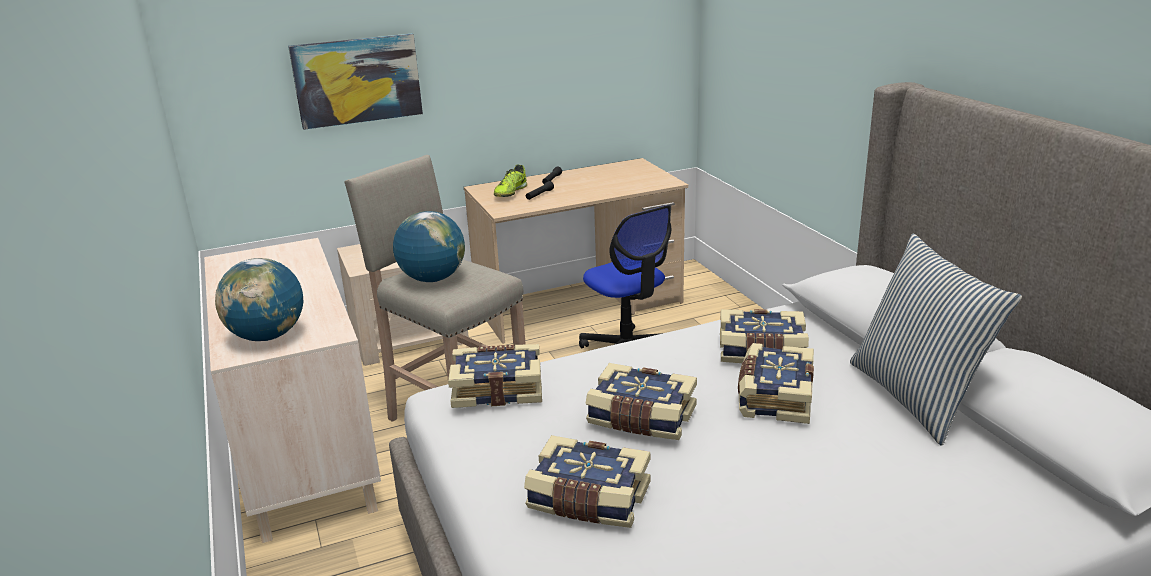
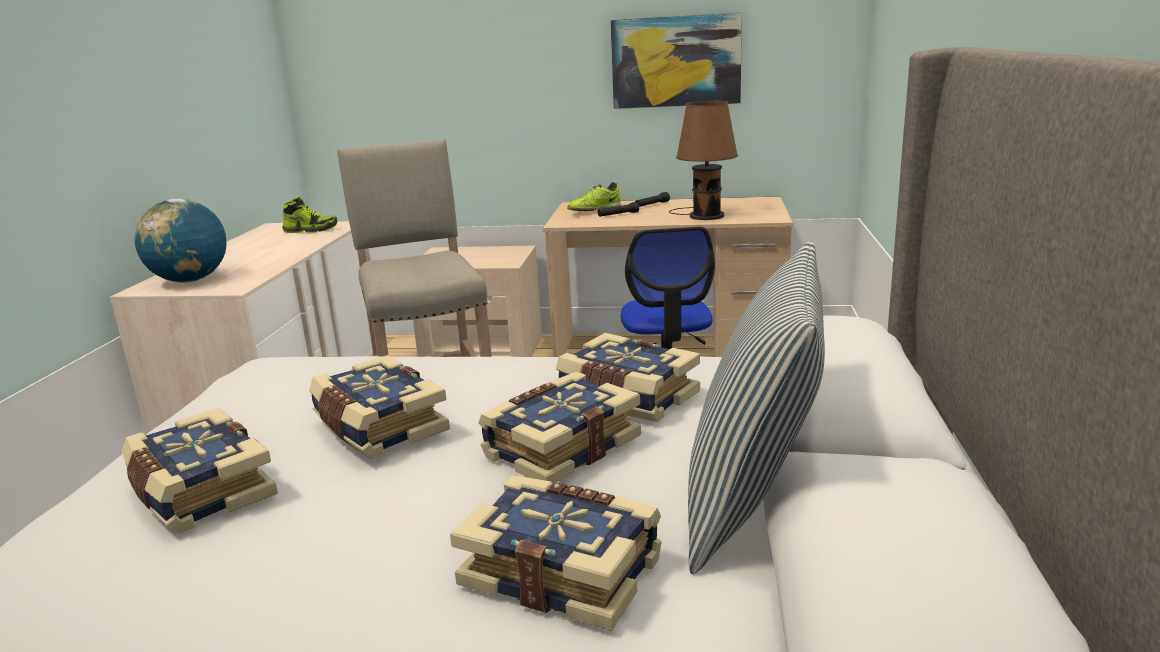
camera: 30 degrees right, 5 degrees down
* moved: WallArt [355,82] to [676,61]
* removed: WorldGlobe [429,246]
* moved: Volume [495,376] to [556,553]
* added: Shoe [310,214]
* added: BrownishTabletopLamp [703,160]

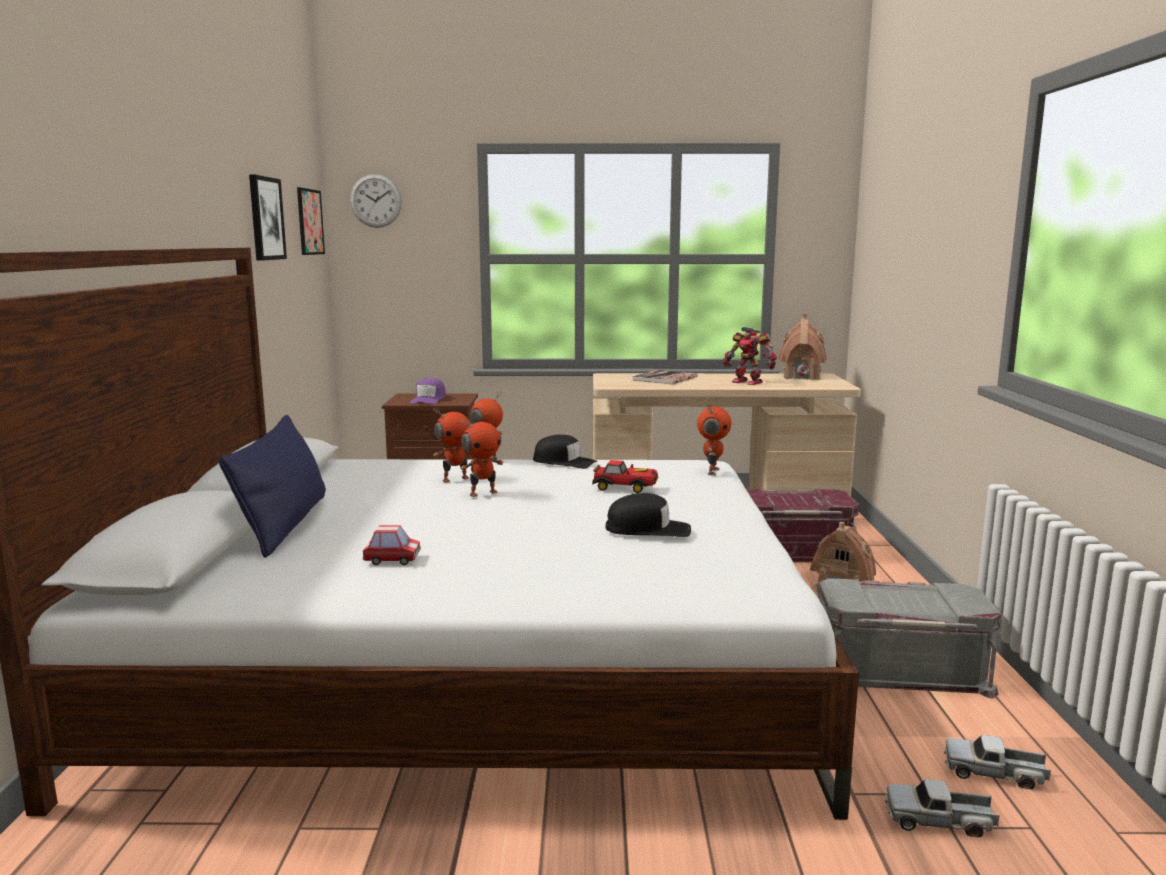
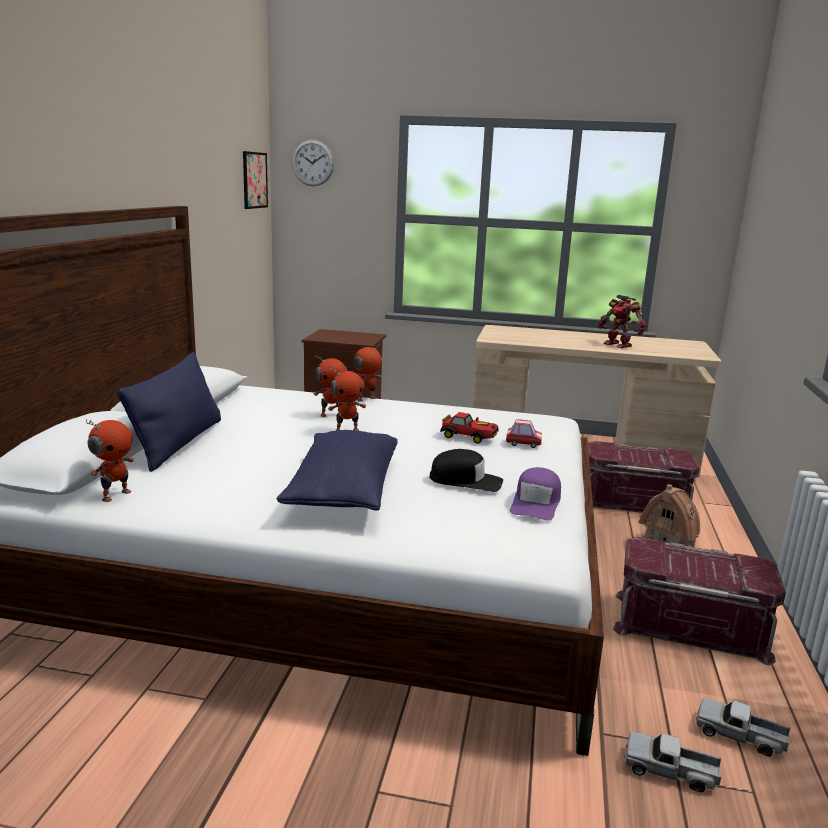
camera: 10 degrees right, 5 degrees up
* removed: WallArt [268,218]
* moved: ToyCar [392,545] to [524,433]
* moved: PurpleColouredCap [428,391] to [535,493]
* removed: BlackishCap [565,452]
* removed: Volume [665,377]
* moved: ToyRobot [714,439] to [110,461]
* removed: MiniatureHouse [803,346]
* recoloured: GrayStorageBin [910,638] to RedColouredStorageBin [699,601]
* added: BluishPillow [337,470]

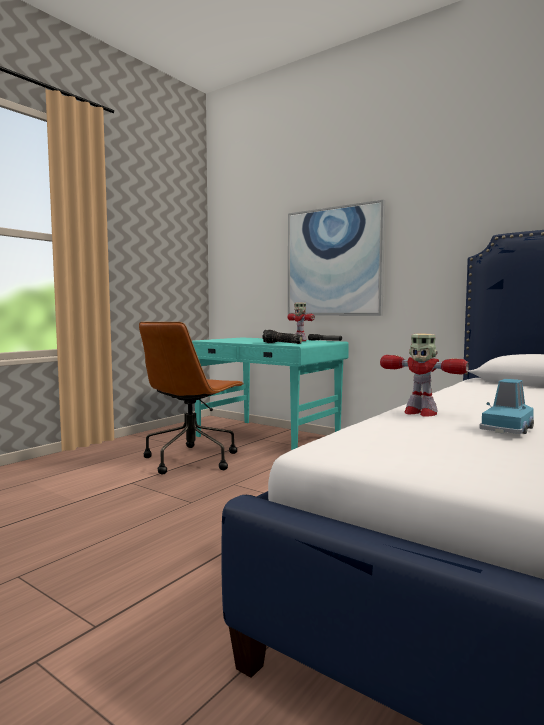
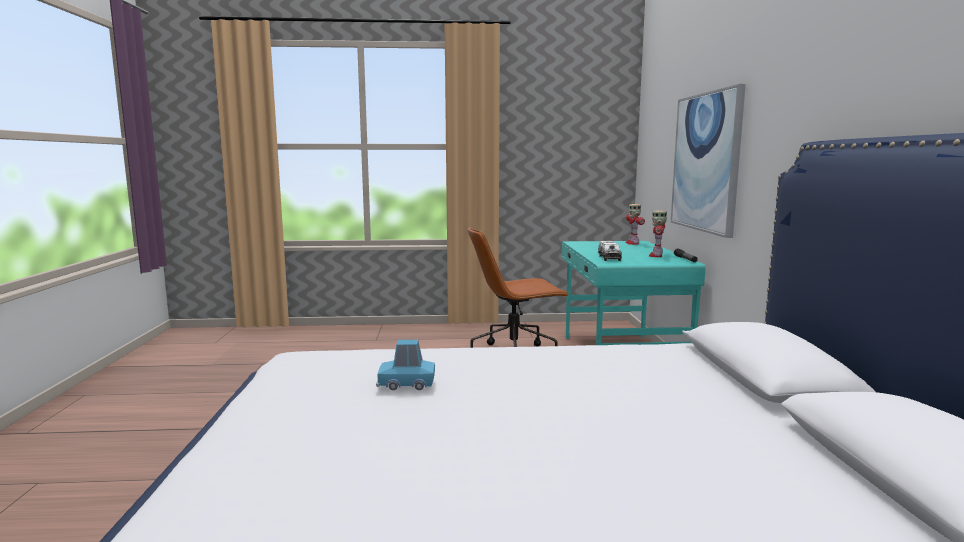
camera: 50 degrees right, 5 degrees up
* replaced: Flashlight [282,337] to ModelTruck [610,251]
* moved: ToyRobot [424,375] to [635,224]

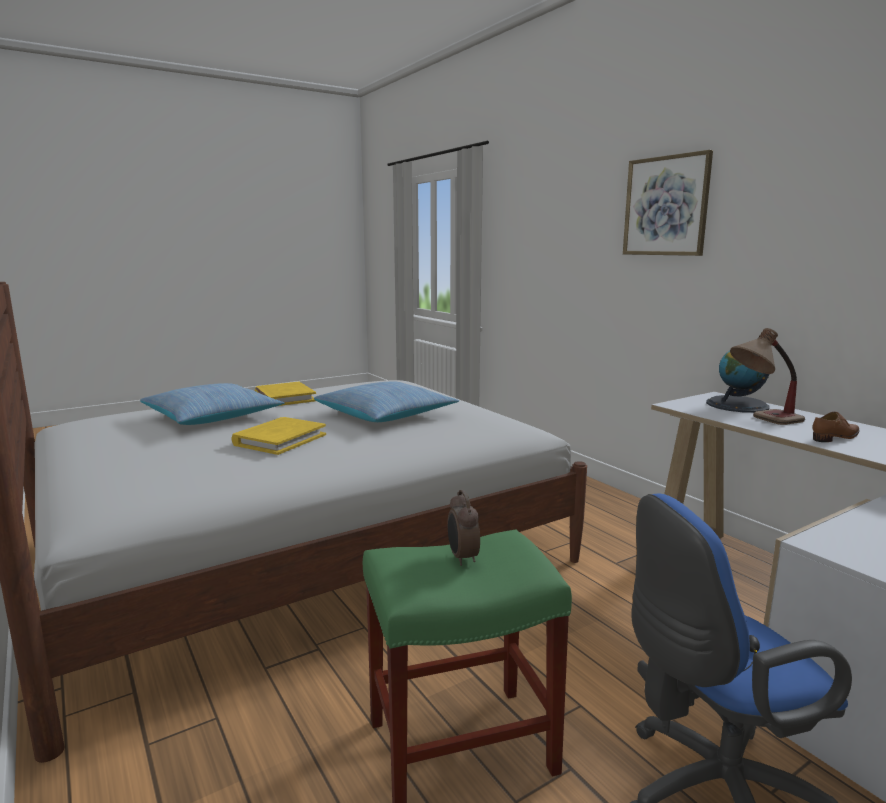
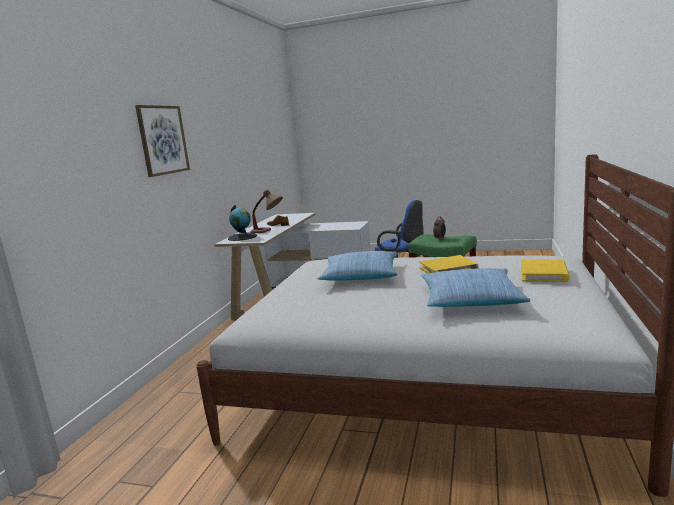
camera: 130 degrees left, 0 degrees up
* moved: YellowishVolume [285,394] to [545,270]

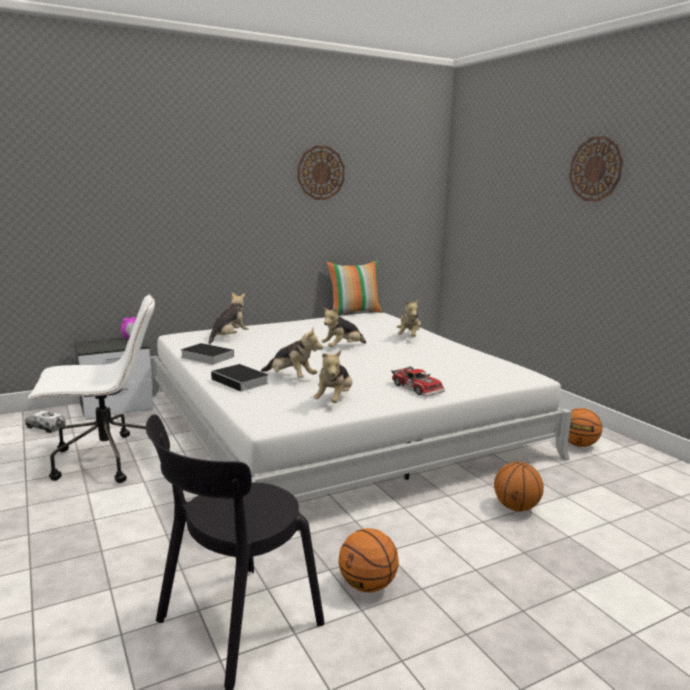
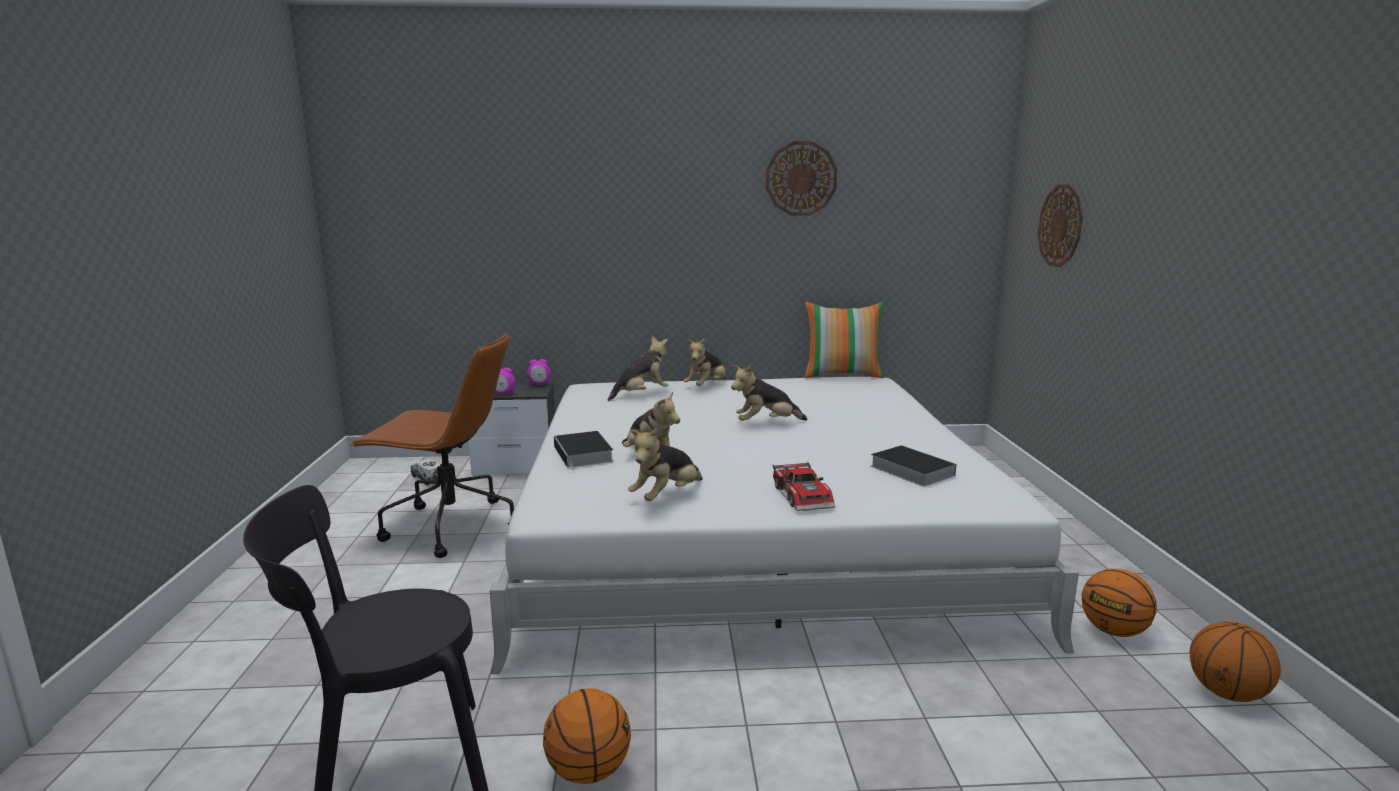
camera: 25 degrees right, 0 degrees up
* recoloured: WhiteColouredDeskChair [91,388] to BrownishDeskChair [432,445]
* moved: Volume [207,354] to [913,466]
* moved: CuddlyToy [409,318] to [705,362]
* moved: BasketballBall [519,487] to [1235,661]
* moved: ClockOnTheWall [596,169] to [1060,225]
* added: AlarmClock [505,381]

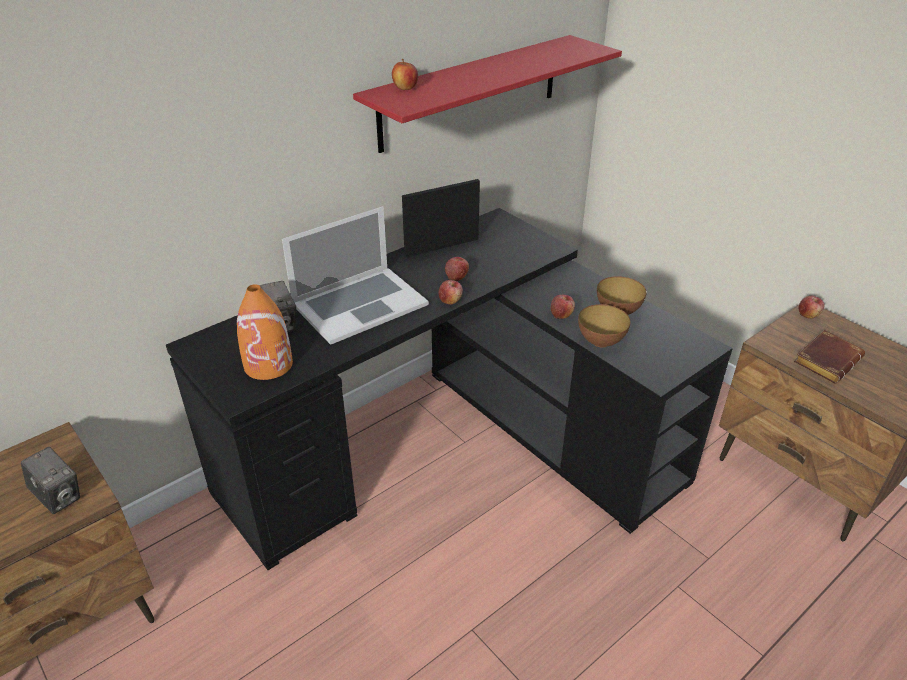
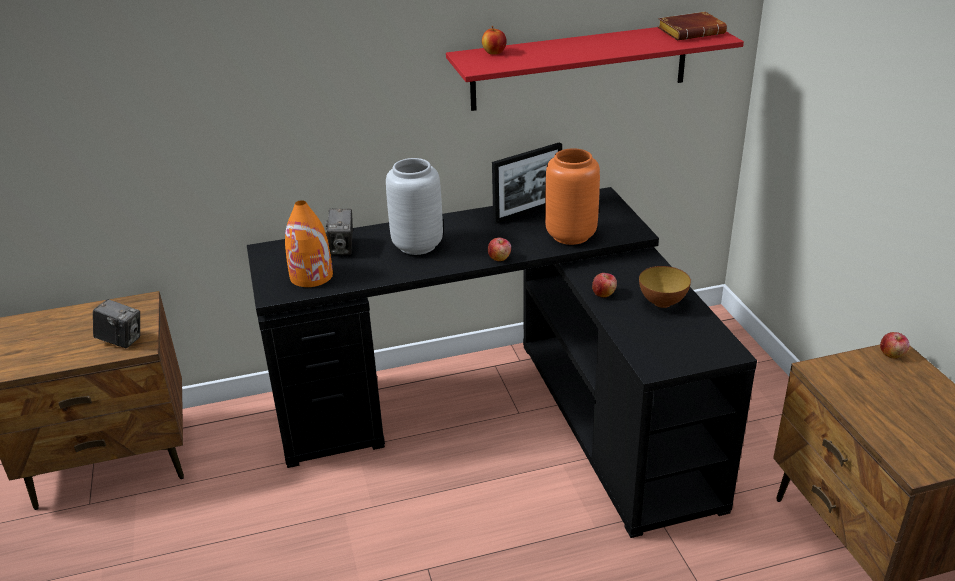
camera: 25 degrees right, 5 degrees down
* turned: PhotoCamera [50,480] = [116,323] 45 degrees counterclockwise
* replaced: Laptop [355,275] to GrayVase [414,206]
* turned: PhotoFrame [441,218] = [527,183] 150 degrees clockwise
* removed: WholeApple [457,269]
* removed: ServingBowl [604,326]
* moved: BrownishVolume [829,357] to [692,26]
* added: OrangeVase [572,196]

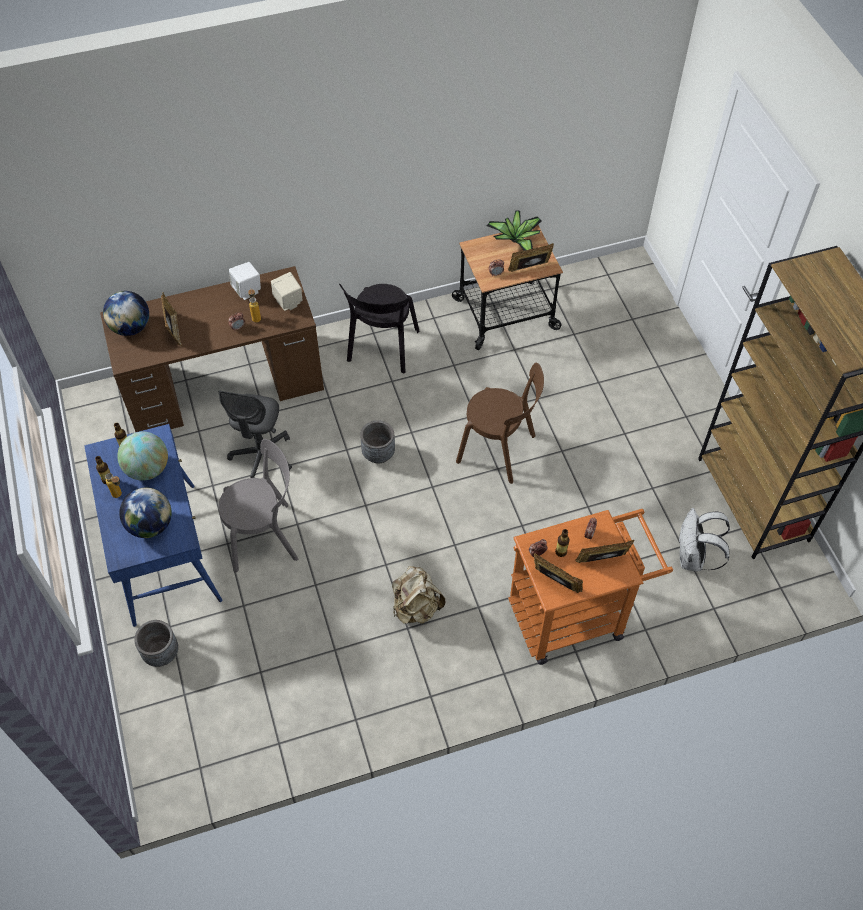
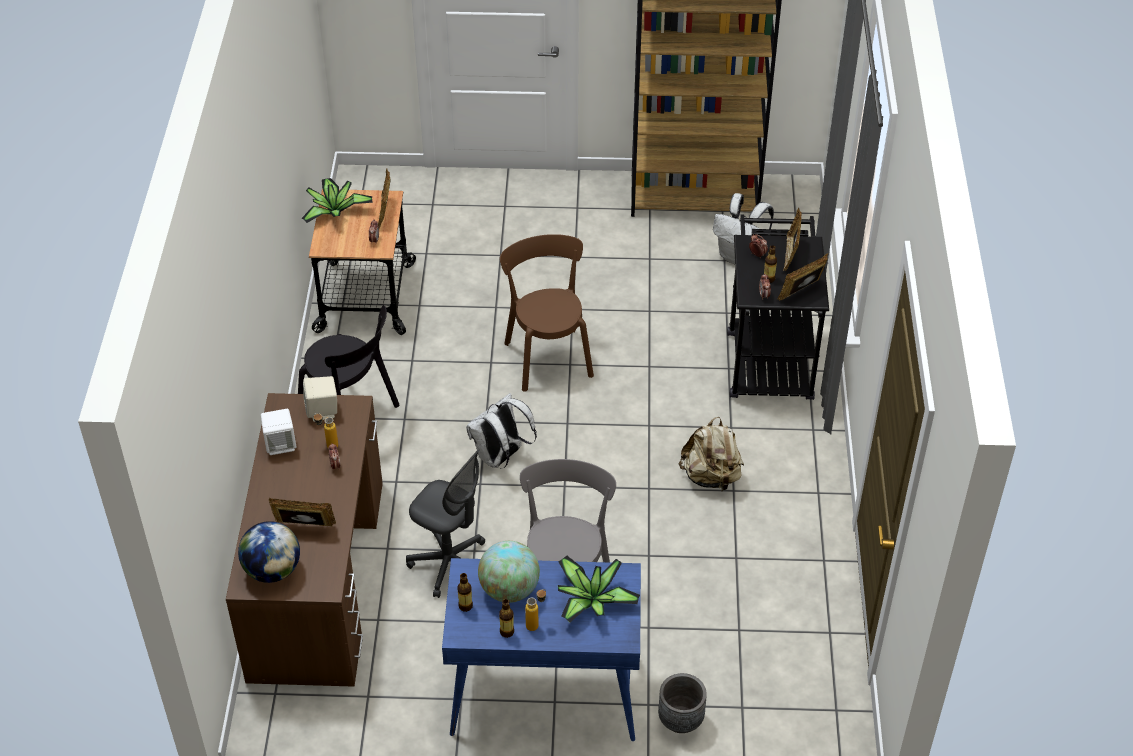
camera: 70 degrees left, 10 degrees down
* replaced: WorldGlobe [145,512] to PottedPlant [599,589]
* replaced: GrayFlowerPot [377,442] to WhiteColouredKnapsack [501,430]
* turned: BrownishPlainChair [500,423] = [547,313] 60 degrees counterclockwise
* recoloured: OrangeWheeledCart [590,587] to BlackishWheeledCart [778,307]

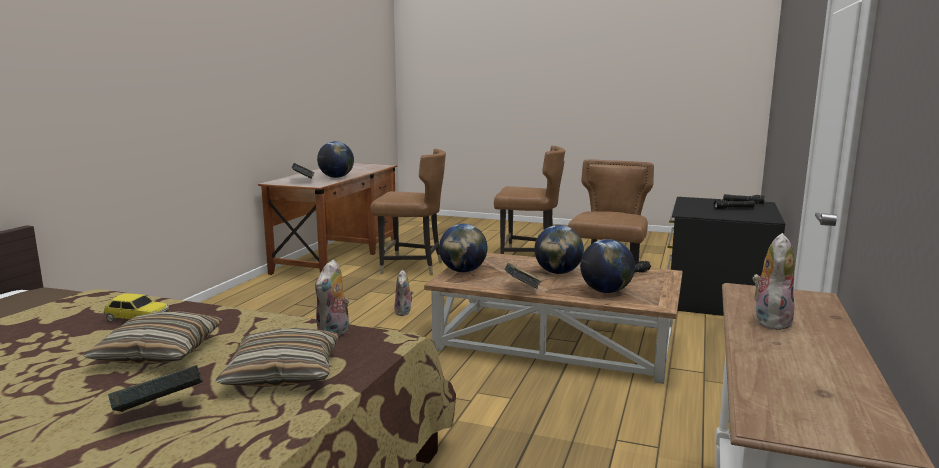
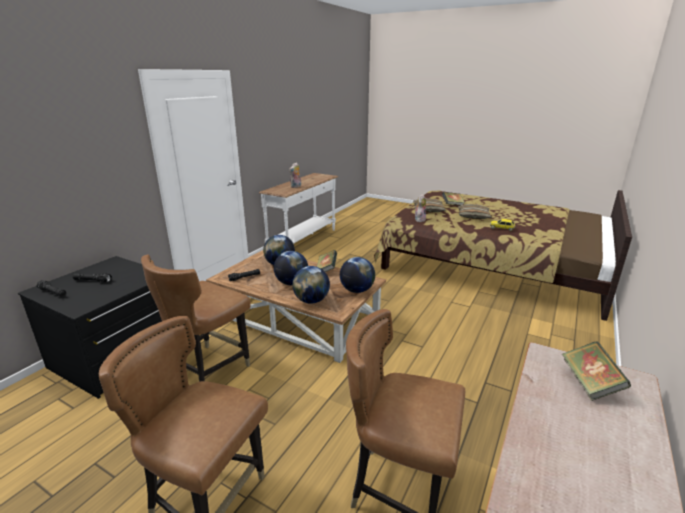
camera: 170 degrees left, 10 degrees up
* moved: WorldGlobe [335,159] to [311,285]
* removed: CuddlyToy [404,293]

